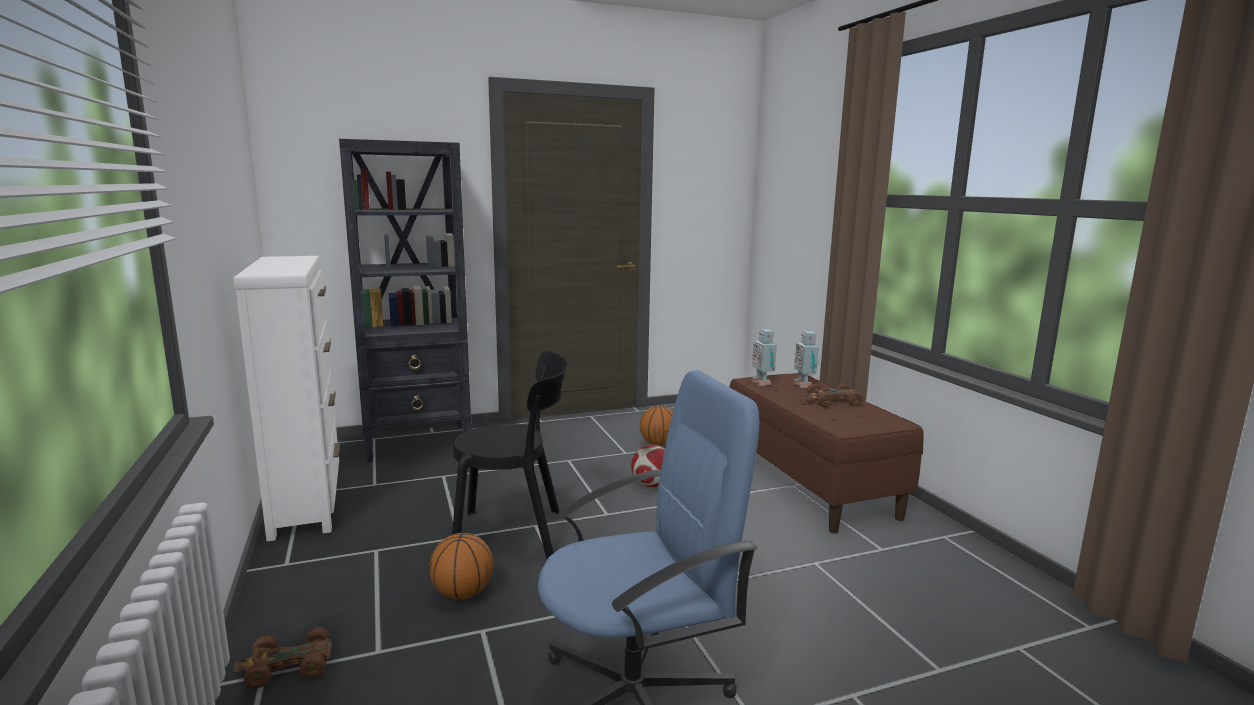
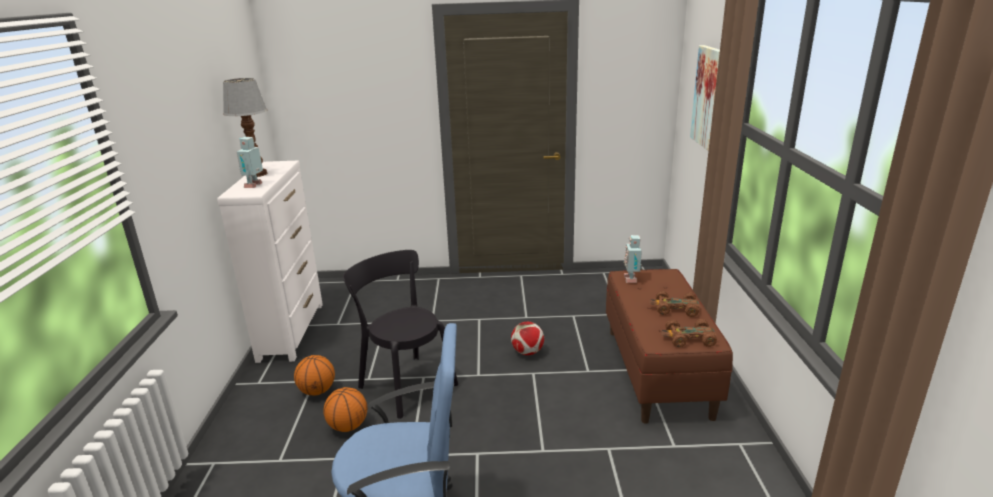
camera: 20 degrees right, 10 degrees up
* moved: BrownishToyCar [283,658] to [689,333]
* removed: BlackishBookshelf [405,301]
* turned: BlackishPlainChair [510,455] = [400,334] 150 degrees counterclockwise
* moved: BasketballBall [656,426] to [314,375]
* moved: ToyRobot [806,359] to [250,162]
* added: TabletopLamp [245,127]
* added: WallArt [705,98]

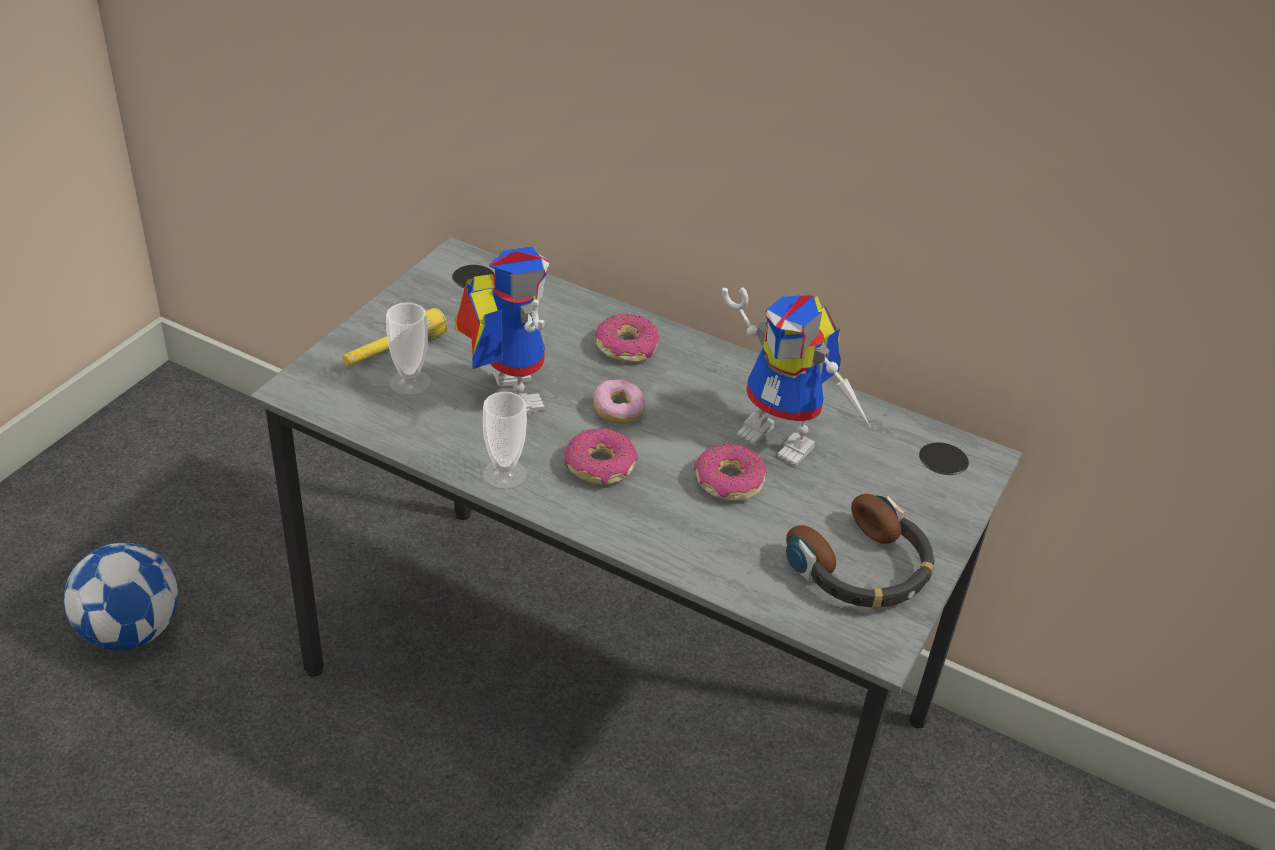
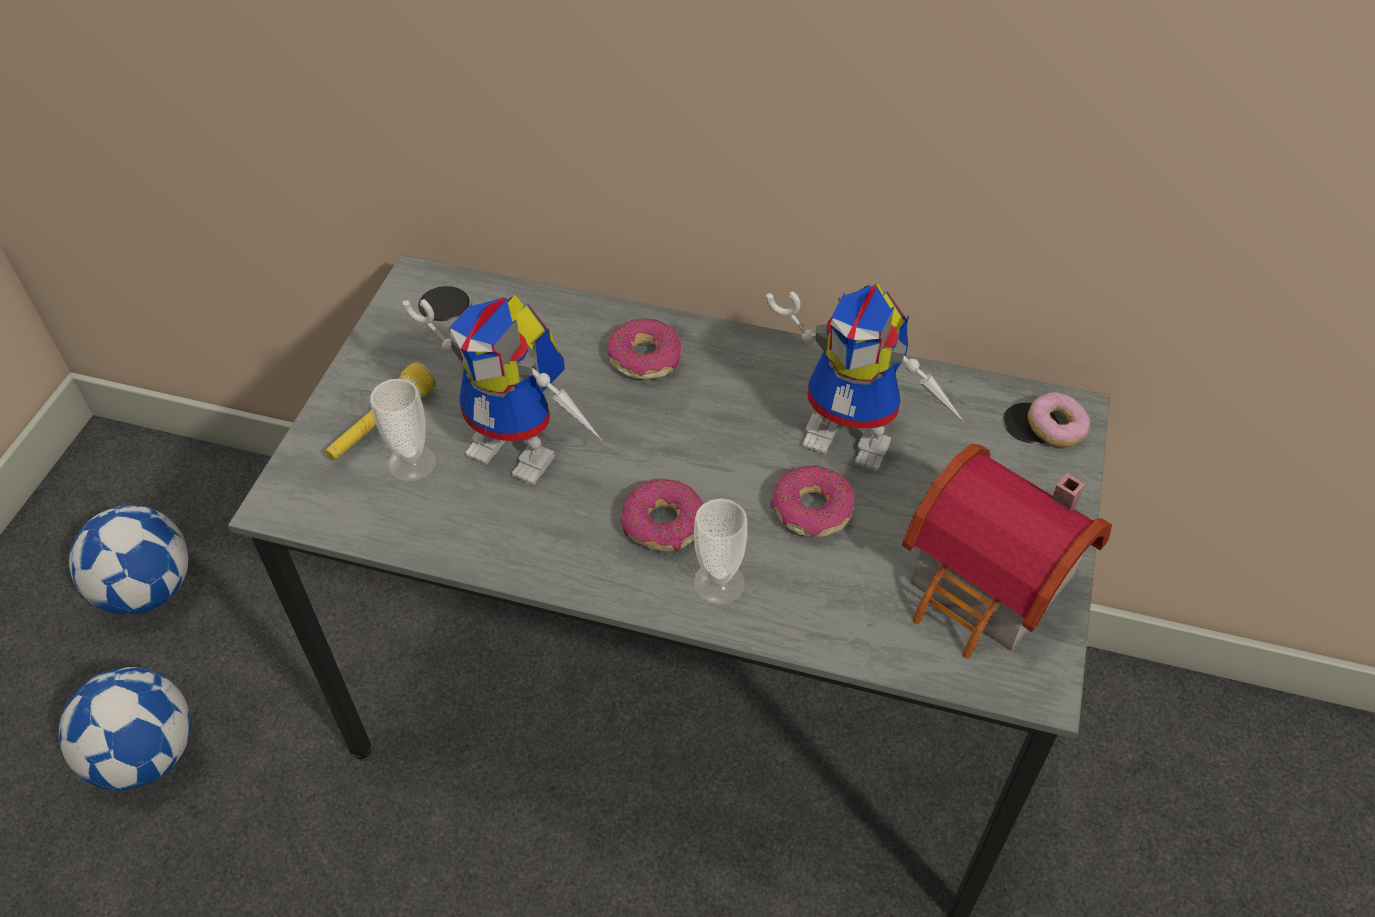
camera: 10 degrees left, 10 degrees up
* turned: ToyRobot [502,330] = [501,390] 150 degrees clockwise
* moved: DrinkingCup [505,440] to [720,552]
* moved: Donut [619,401] to [1059,419]
* replaced: Headset [860,551] to MiniatureHouse [1007,551]
* added: Football [129,560]

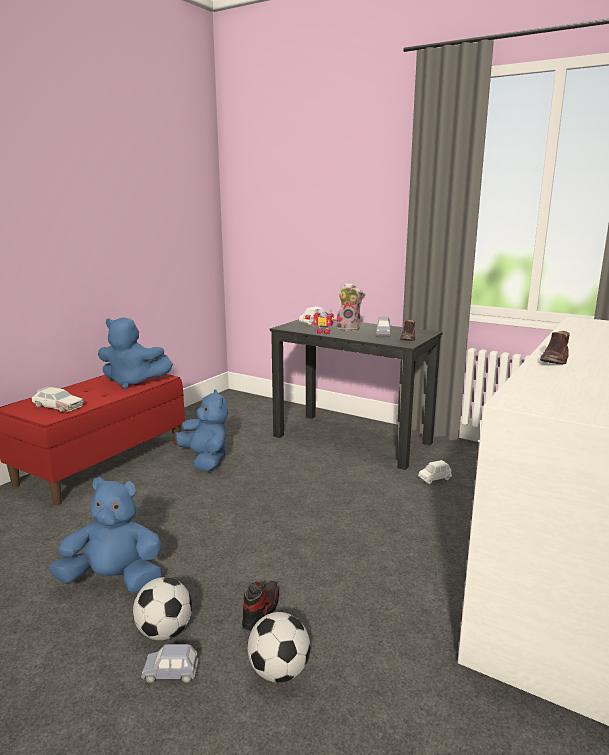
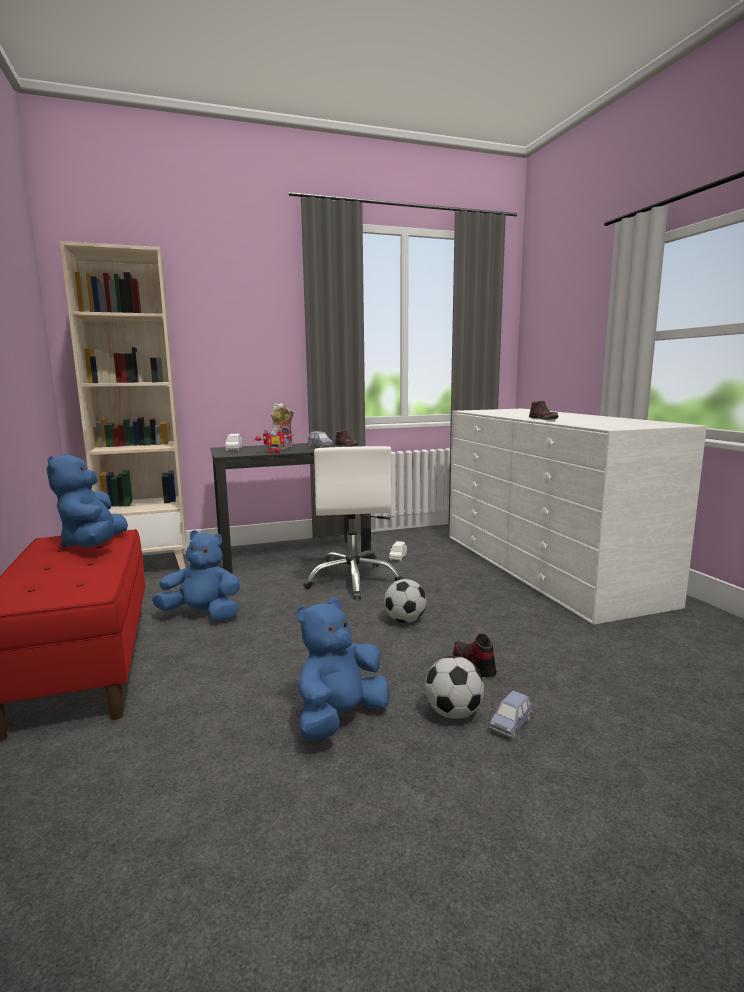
camera: 50 degrees left, 5 degrees down
* removed: ToyCar [58,399]
* turned: BluishCuddlyToy [135,353] = [87,500] 120 degrees clockwise
* moved: Football [278,647] to [405,601]
* added: SandColouredBookshelf [123,405]
* added: WhiteColouredDeskChair [353,523]

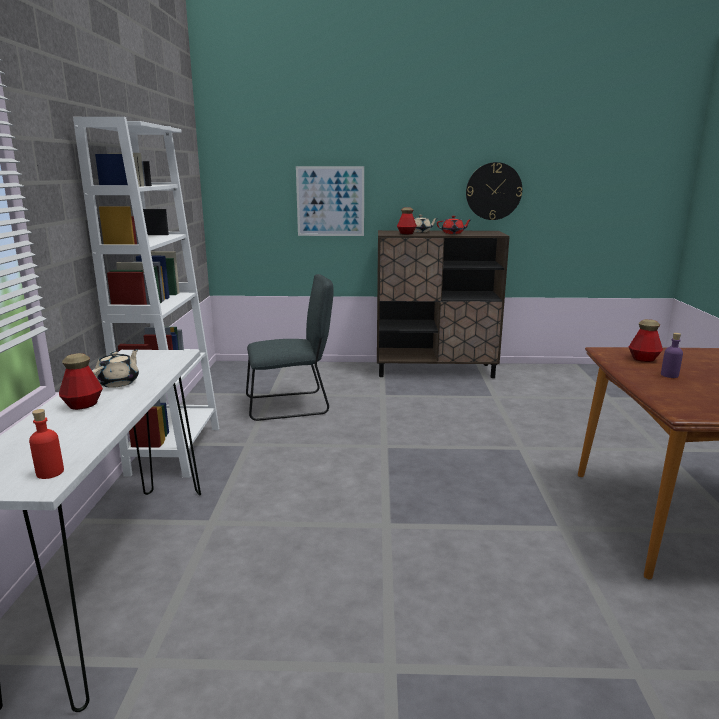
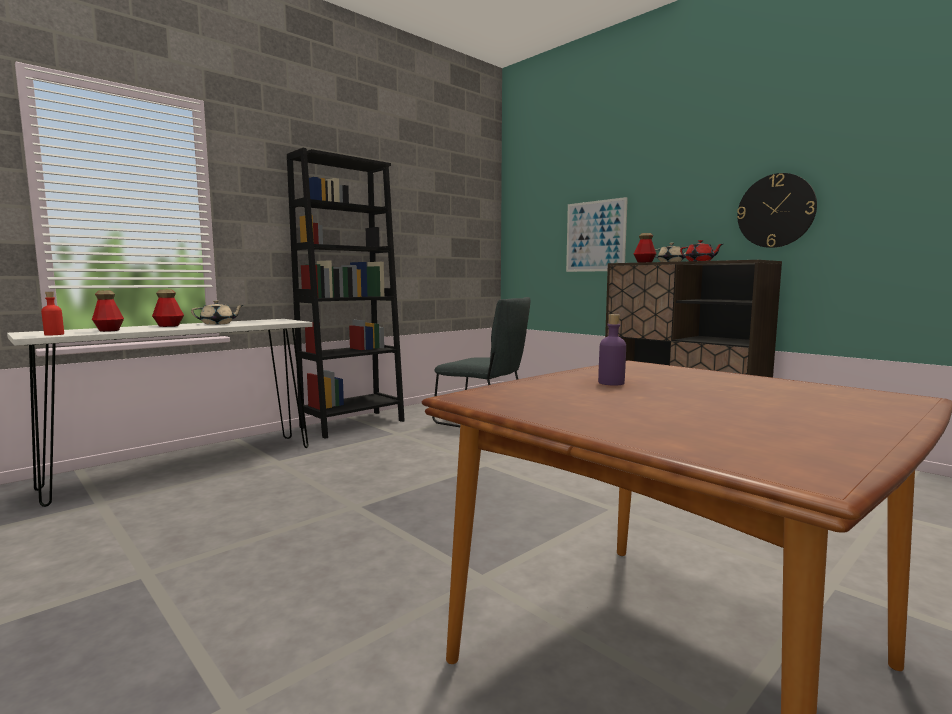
camera: 45 degrees right, 10 degrees down
* recoloured: WhiteColouredBookshelf [146,297] to BlackishBookshelf [346,293]
* moved: Bottle [646,340] to [108,311]

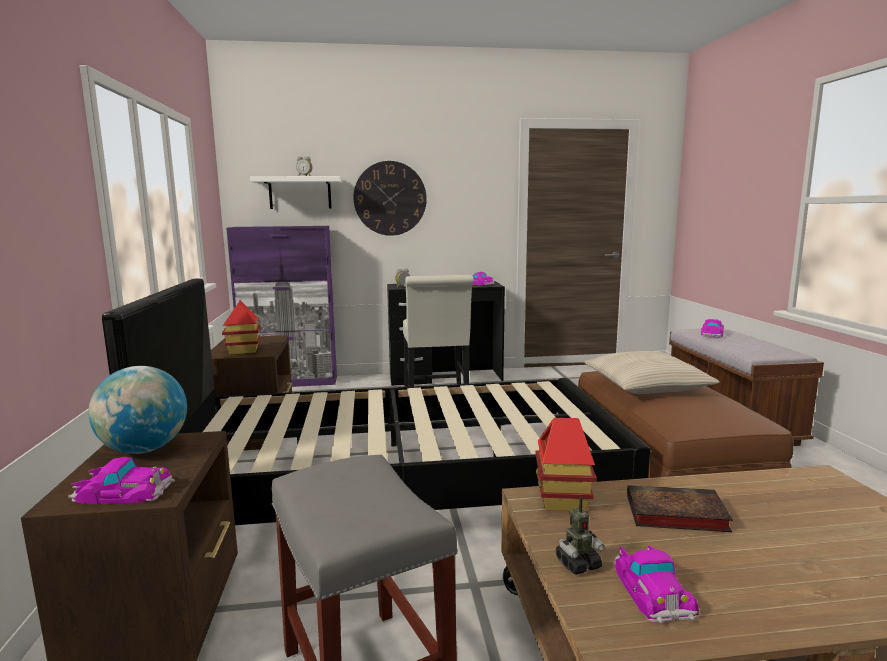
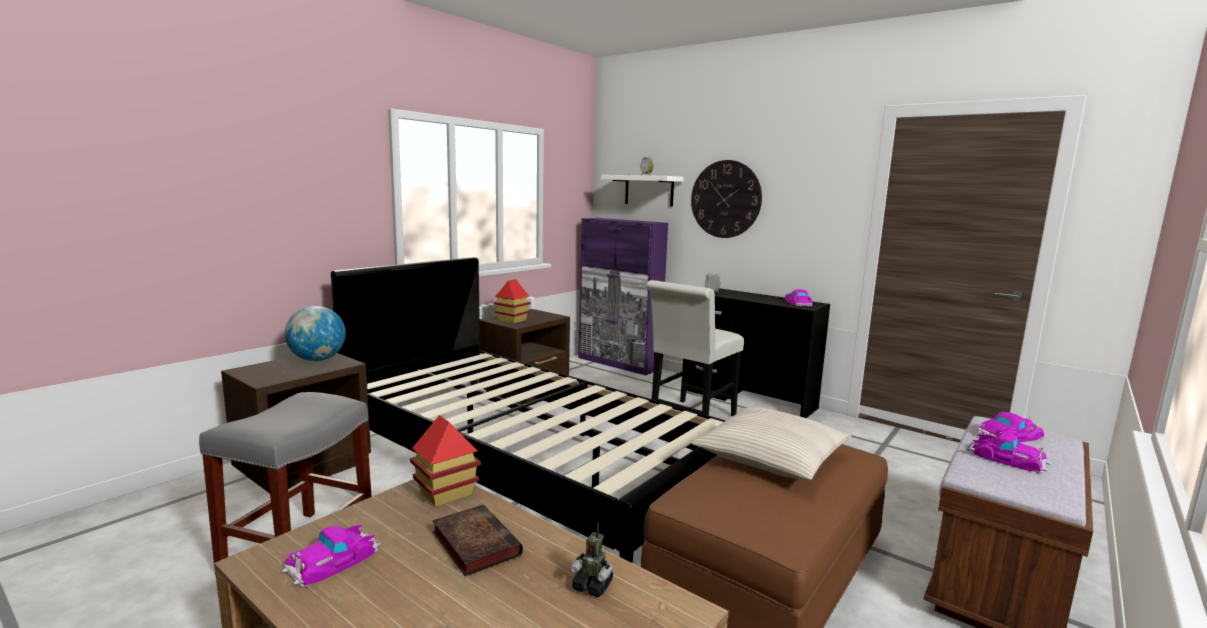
camera: 45 degrees right, 0 degrees up
* moved: ToyCar [121,480] to [1008,452]
* moved: ToyRobot [580,536] to [591,560]

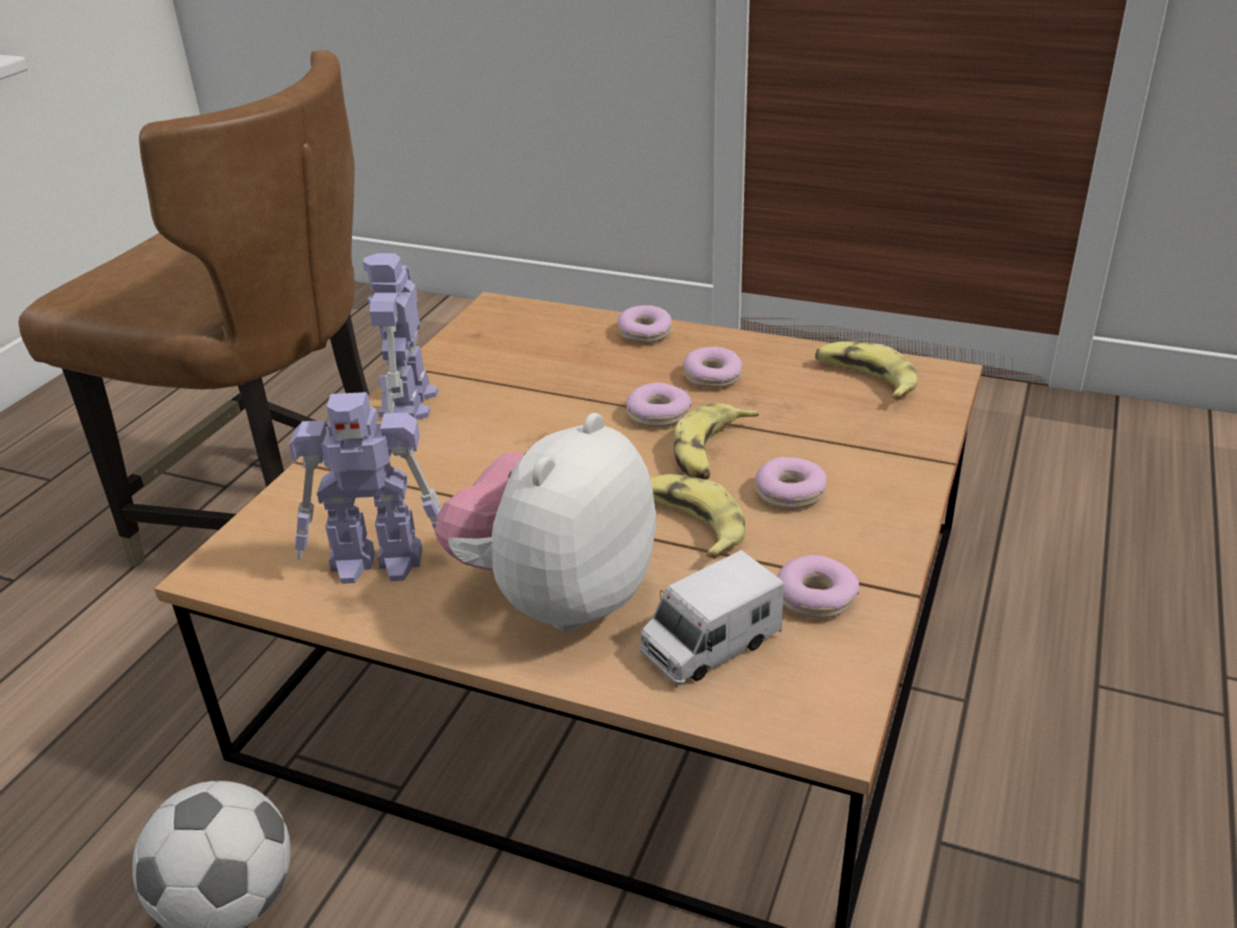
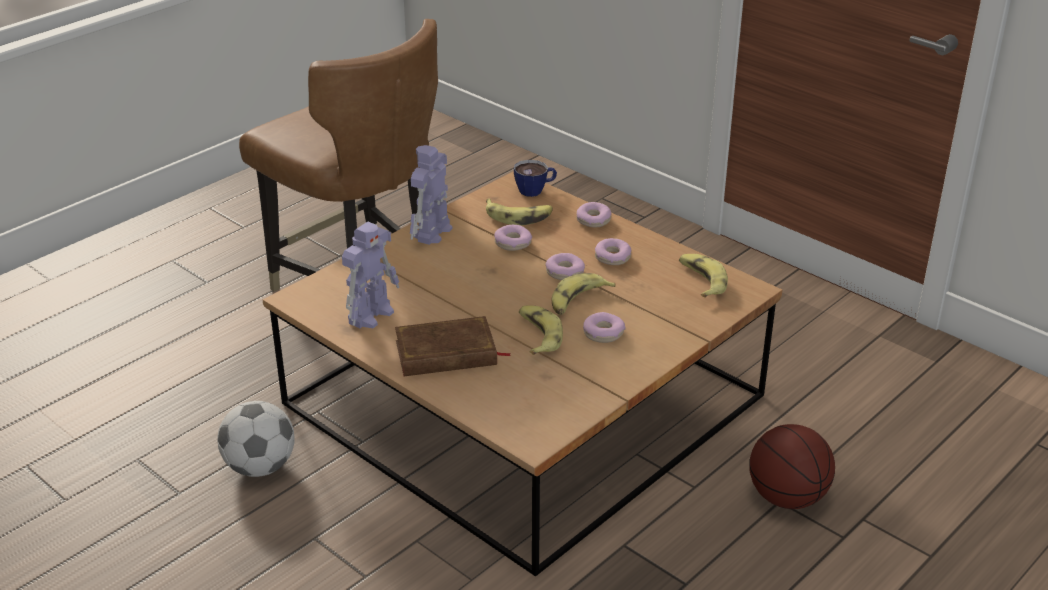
camera: 20 degrees right, 0 degrees up
* turned: ToyRobot [365,488] = [370,275] 75 degrees counterclockwise
* replaced: CuddlyToy [545,522] to BrownishVolume [453,346]
* removed: ModelTruck [712,617]
* moved: Donut [818,586] to [513,238]
* added: Banana [519,212]
* added: DrinkingCup [535,178]
* added: BasketballBall [792,466]

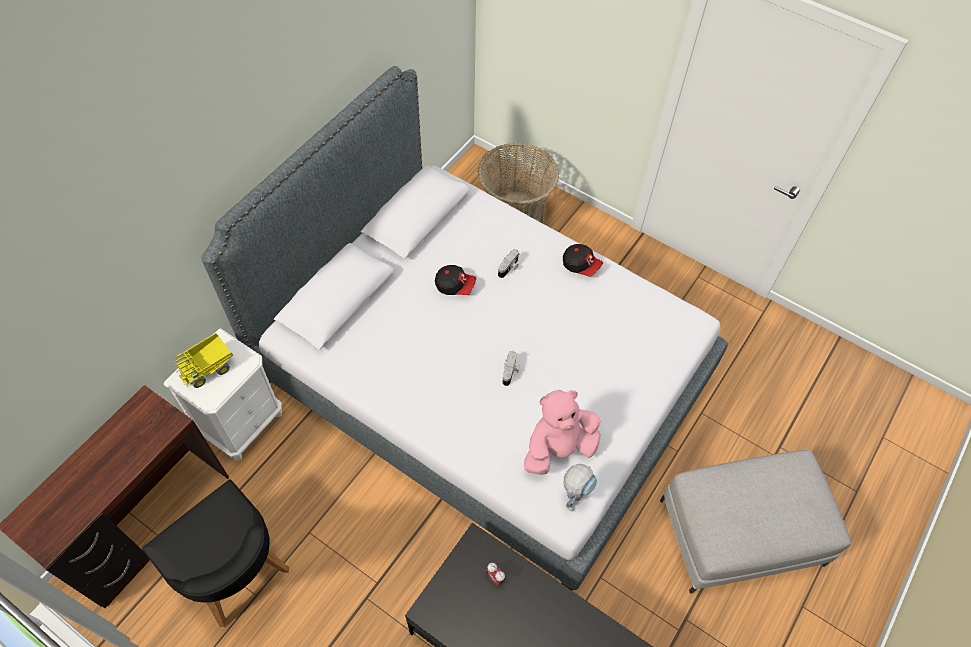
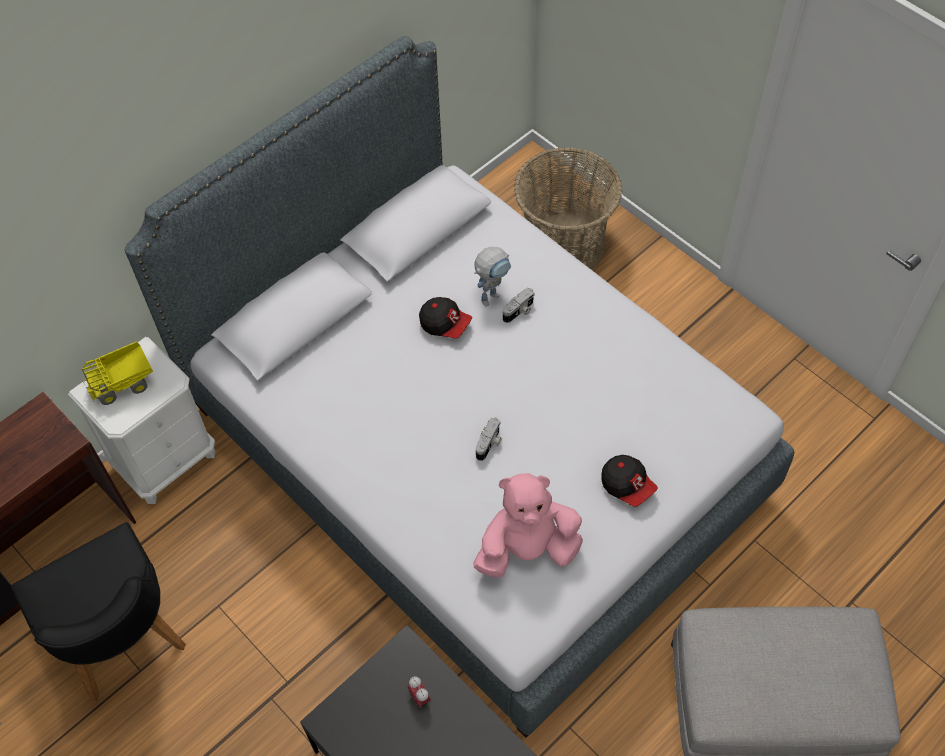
camera: 15 degrees right, 0 degrees up
* moved: Cap [583,260] to [629,481]
* moved: ToyRobot [580,488] to [492,276]

